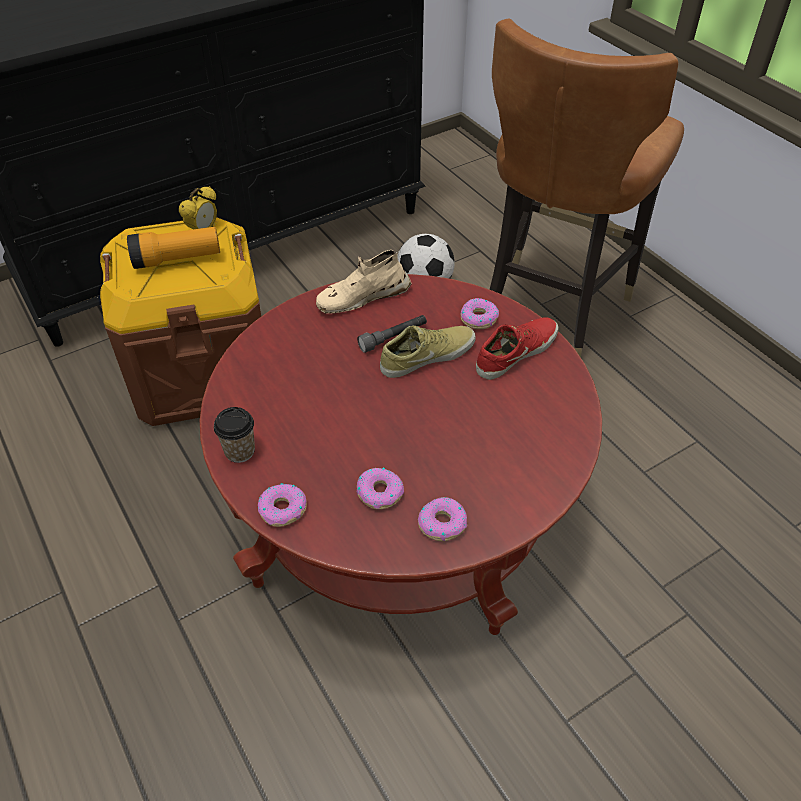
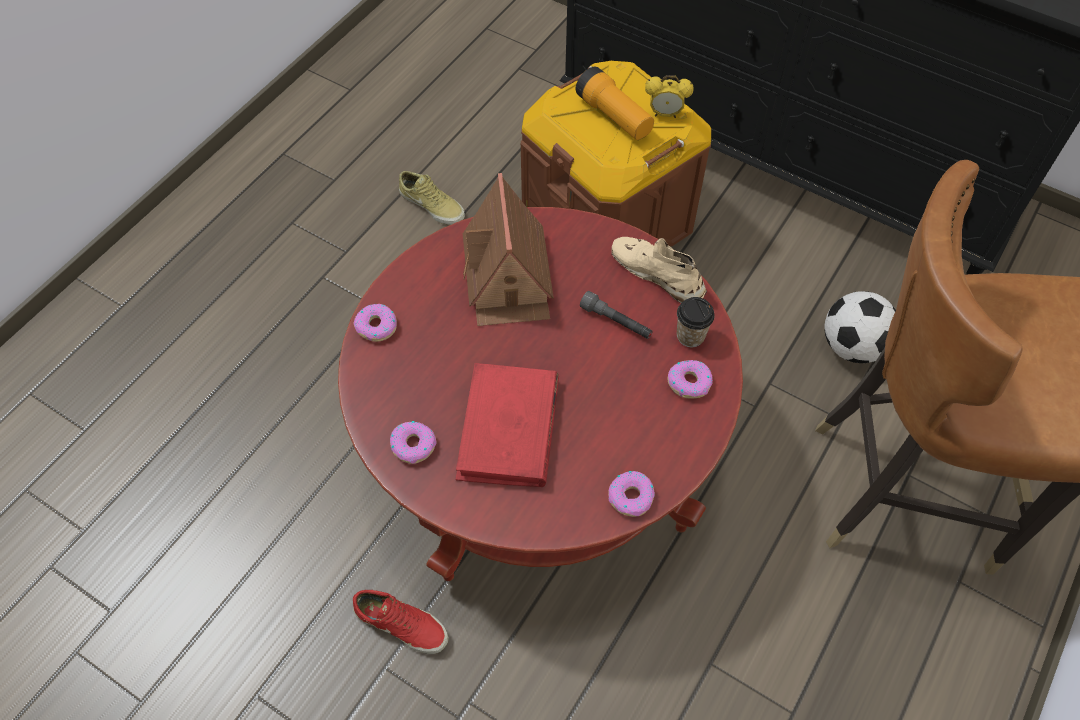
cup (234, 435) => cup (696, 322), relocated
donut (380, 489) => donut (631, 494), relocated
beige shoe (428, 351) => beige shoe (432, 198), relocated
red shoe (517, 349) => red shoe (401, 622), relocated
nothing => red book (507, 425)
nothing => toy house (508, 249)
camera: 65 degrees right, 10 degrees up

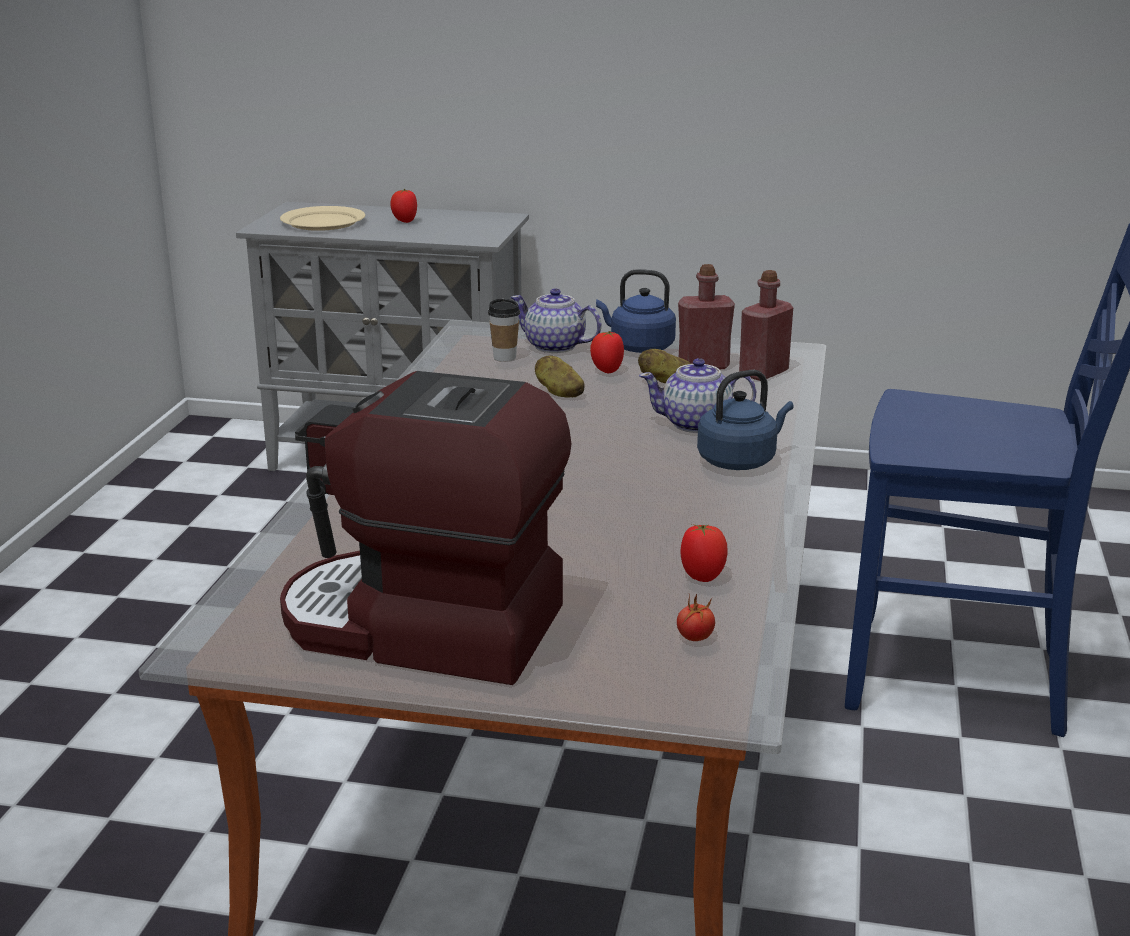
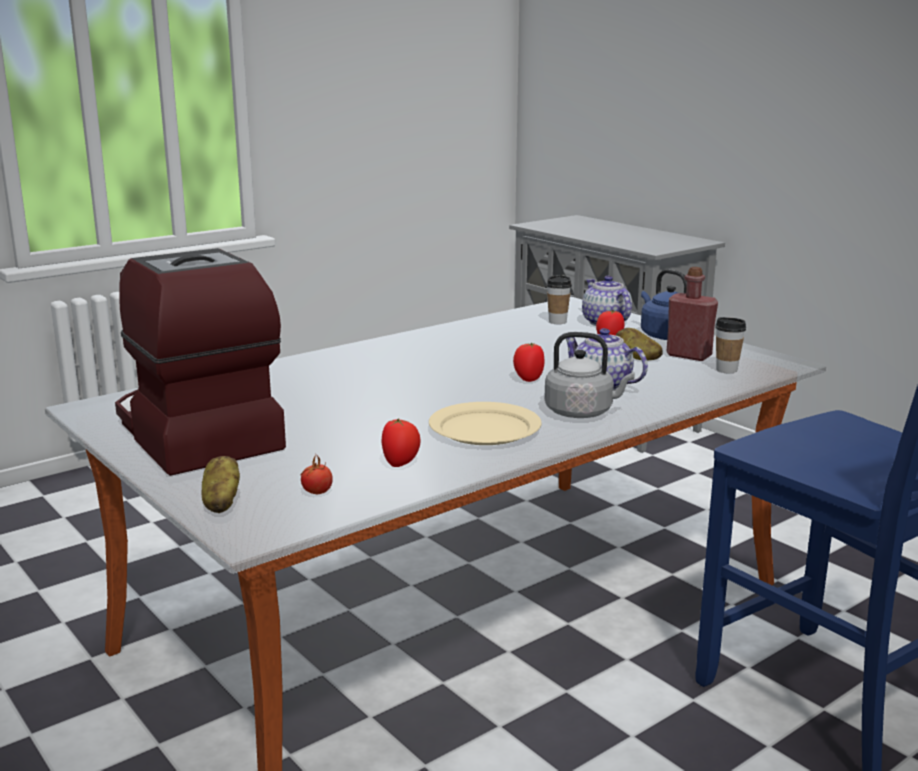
beige plate (322, 218) => beige plate (485, 423), relocated
tomato (403, 206) => tomato (528, 362), relocated
potato (560, 376) => potato (220, 484), relocated
blue kettle (745, 420) => grey kettle (589, 375)
red bottle (766, 325) => cup (730, 345)
camera: 40 degrees right, 5 degrees down

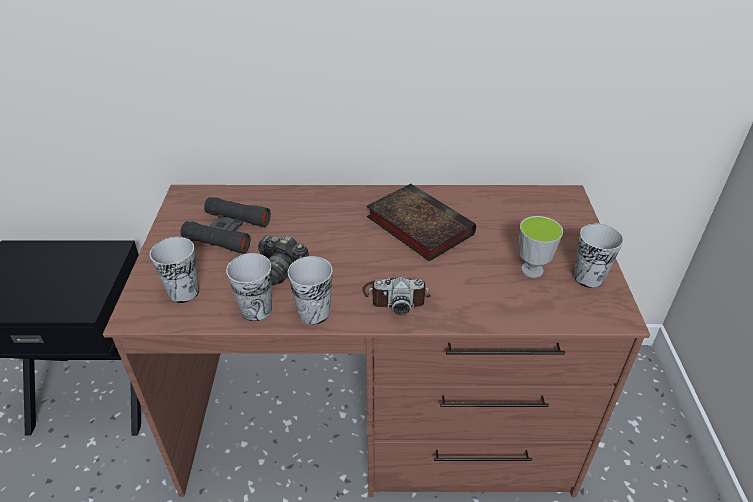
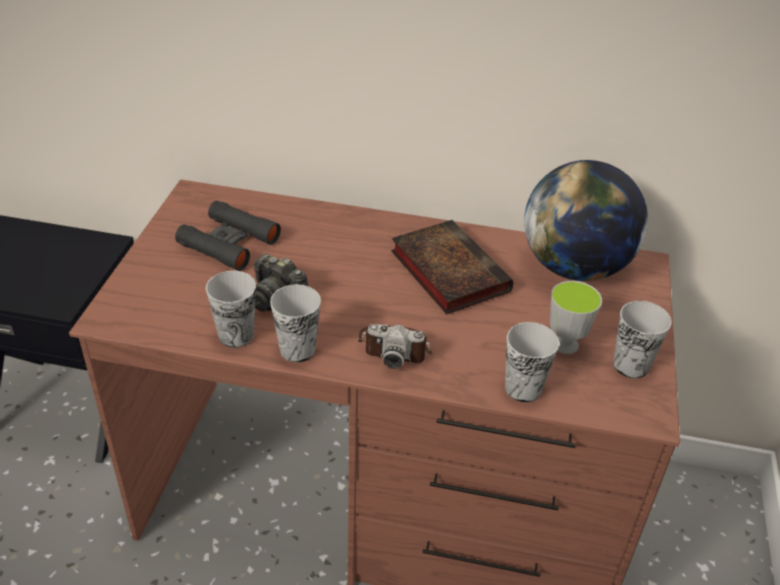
cup (174, 270) => cup (532, 362), relocated
nothing => globe (586, 220)
camera: 10 degrees right, 0 degrees up

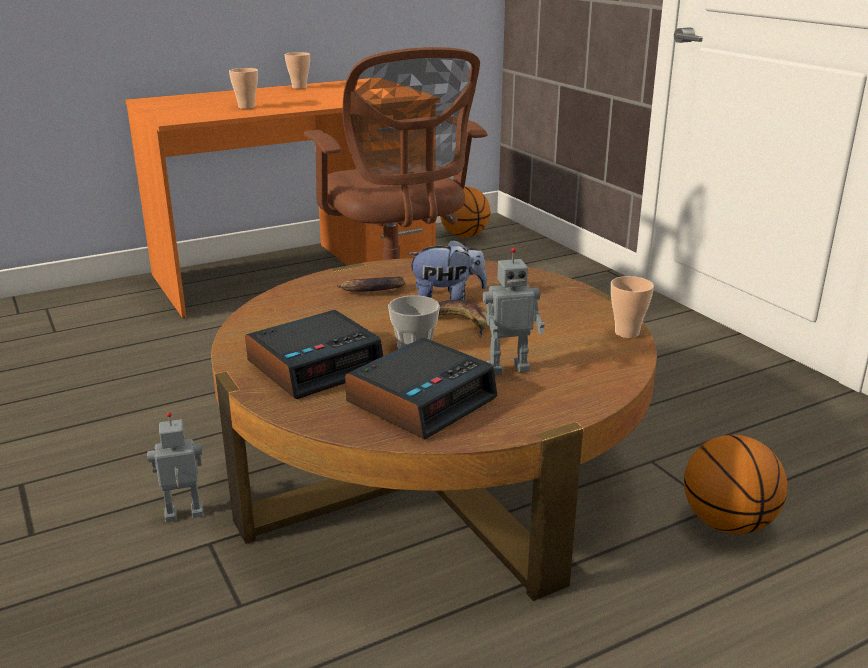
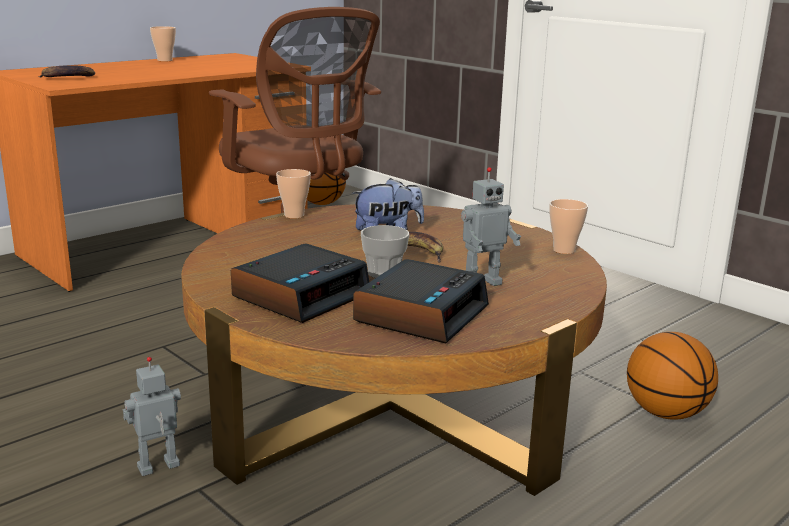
cup (243, 88) => cup (293, 194), relocated
banana (371, 284) => banana (66, 71), relocated
camera: 15 degrees left, 5 degrees down

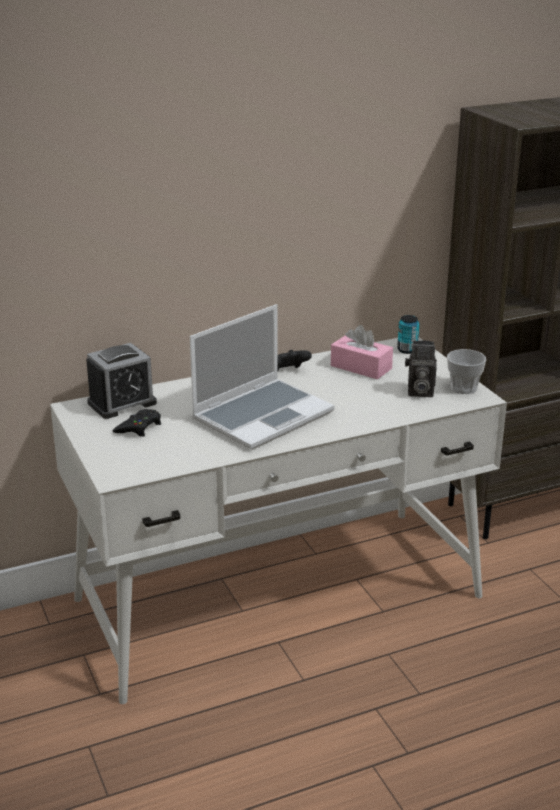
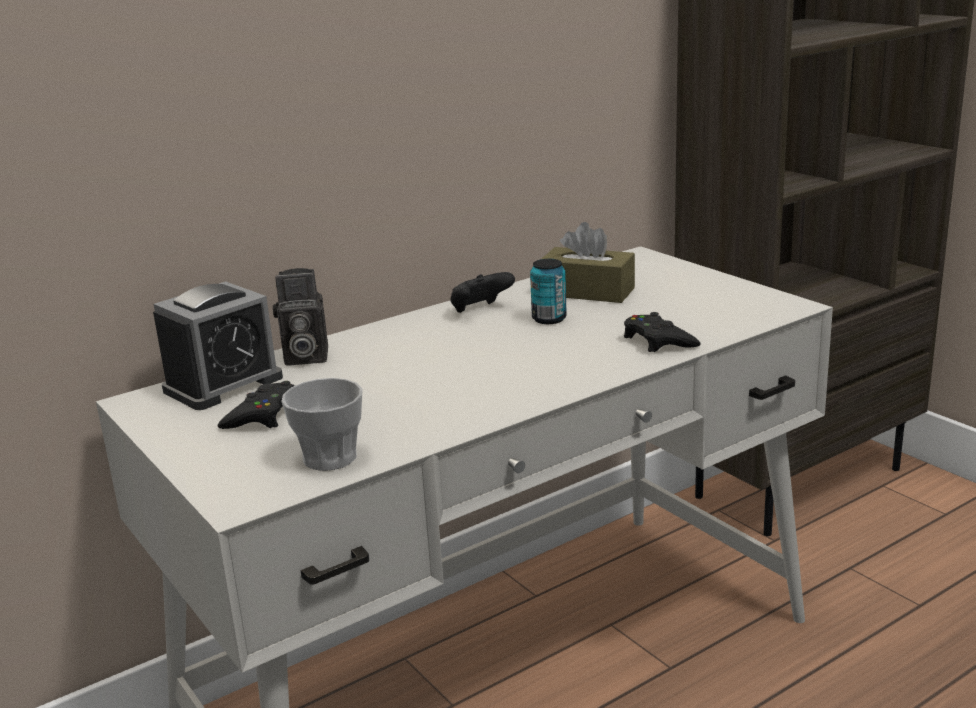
laptop (262, 377) => nothing
pink tissue box (362, 352) => brown tissue box (588, 262)
can (408, 334) => can (548, 291), relocated
photo camera (421, 368) => photo camera (300, 316), relocated
cup (466, 371) => cup (322, 424), relocated
nothing => black game controller (662, 332)
camera: 10 degrees left, 5 degrees down

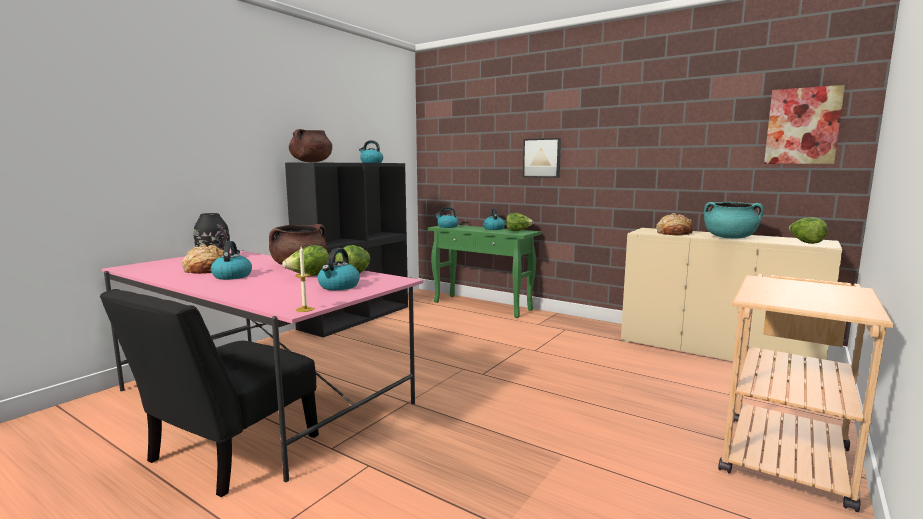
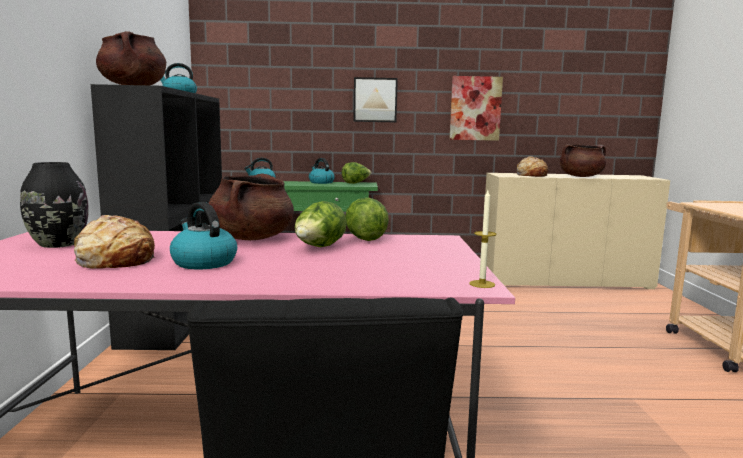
kettle (339, 269) => nothing
turquoise cooking pot (734, 220) => brown cooking pot (583, 160)
picture (804, 124) => picture (476, 108), relocated
lettuce (808, 230) => nothing
camera: 35 degrees left, 0 degrees up

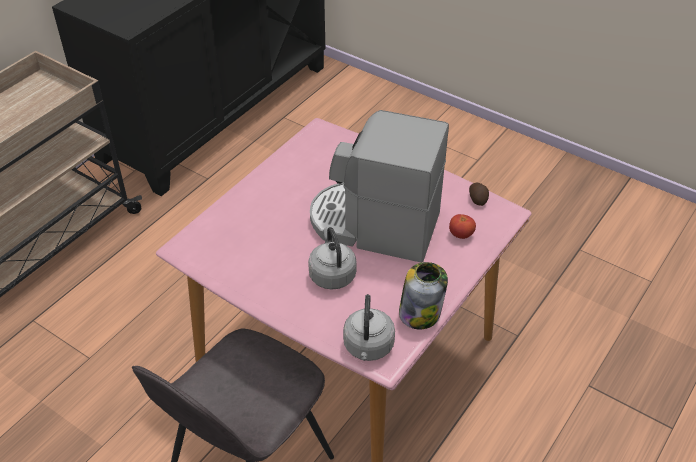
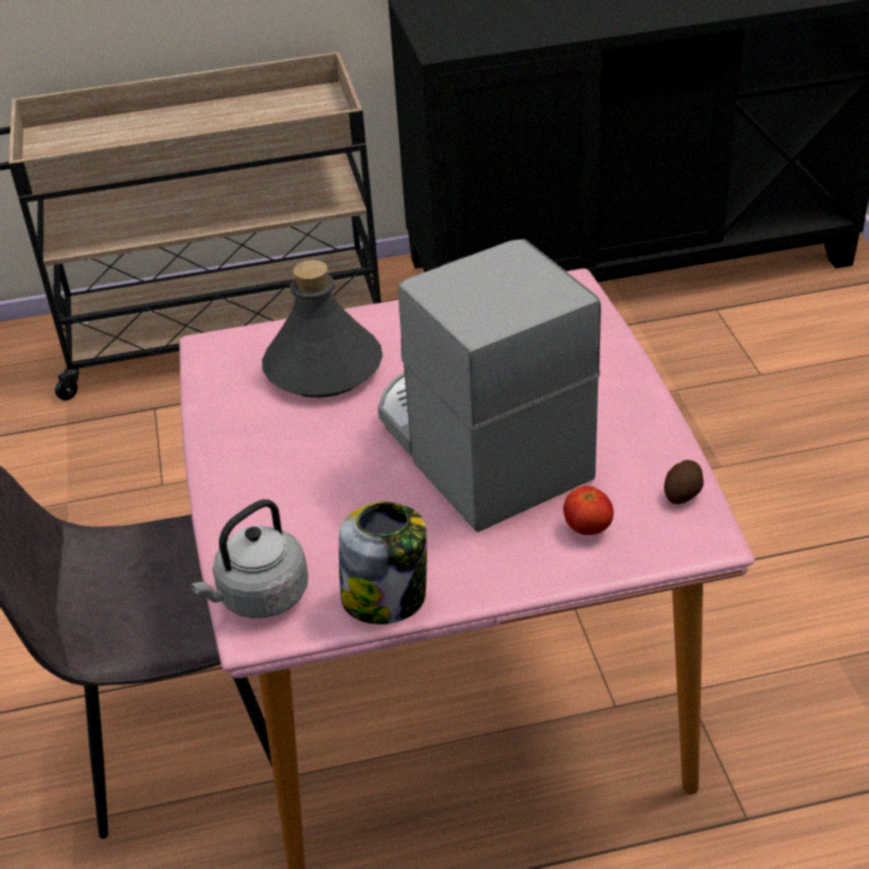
grey kettle (332, 258) => nothing
nothing => grey bottle (322, 329)
camera: 45 degrees right, 5 degrees down

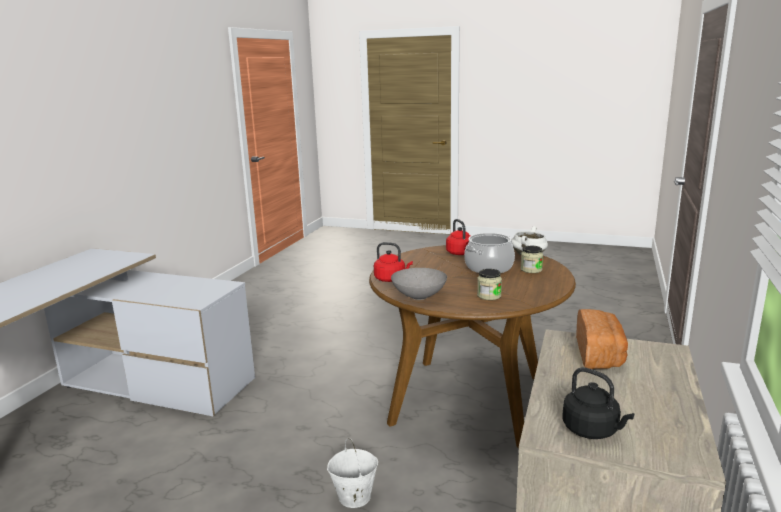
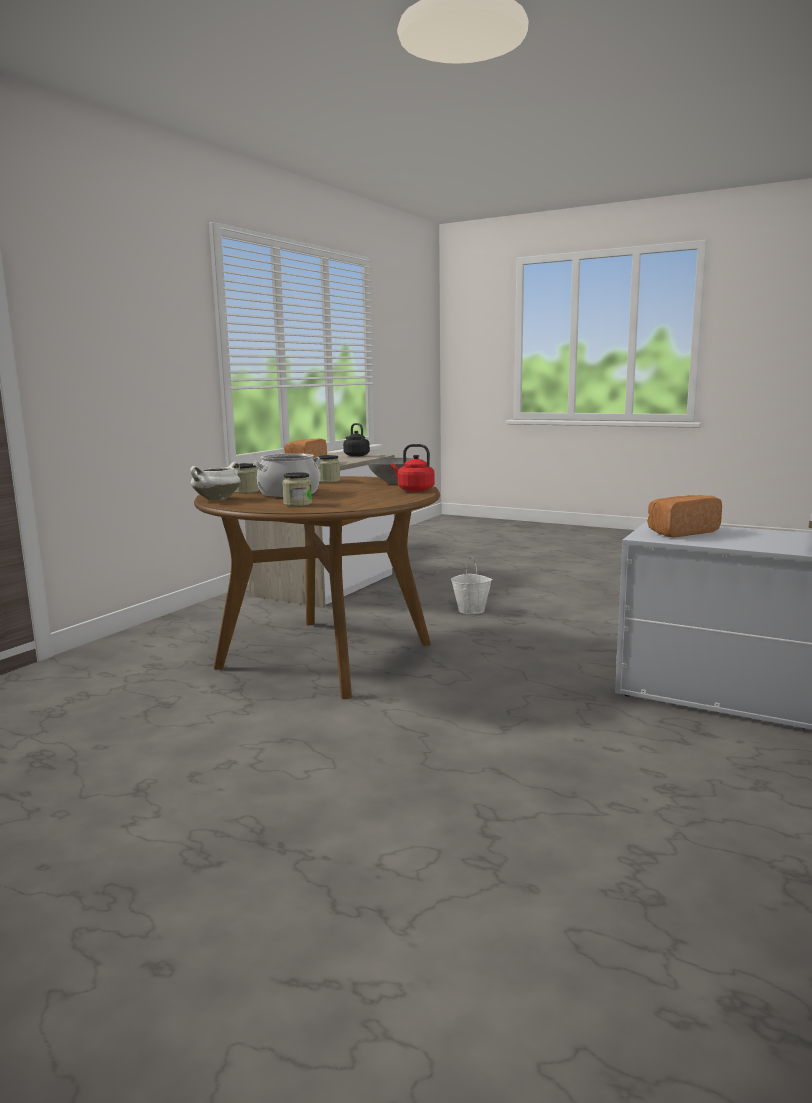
red kettle (458, 237) => jar (297, 489)
nothing => bread (684, 516)
camera: 170 degrees left, 5 degrees down

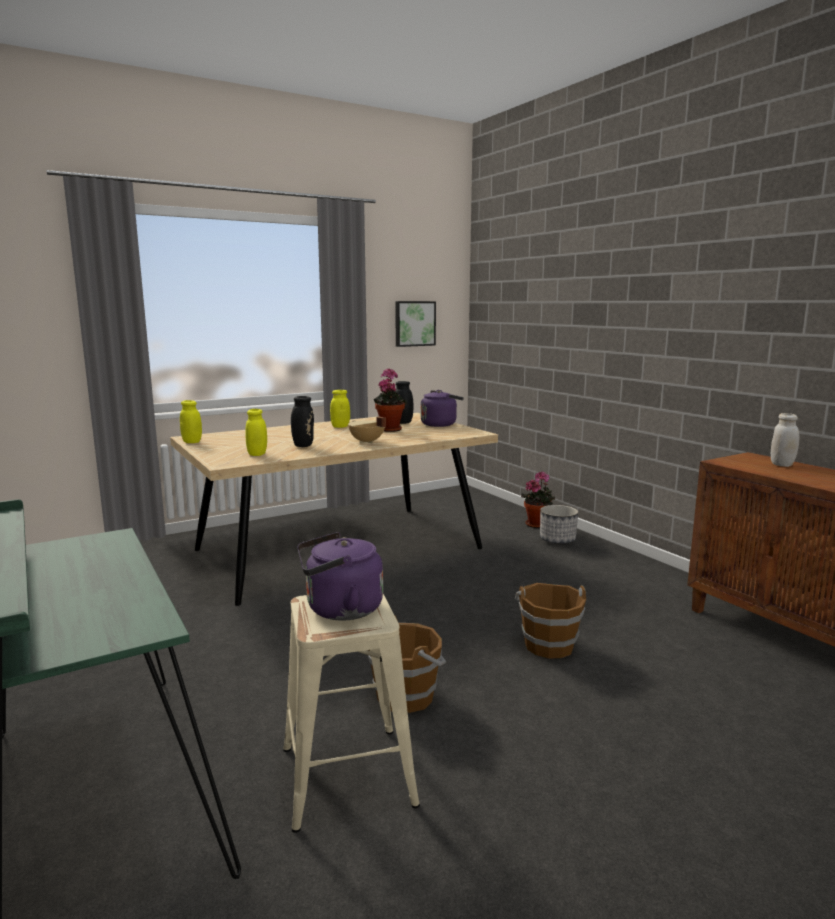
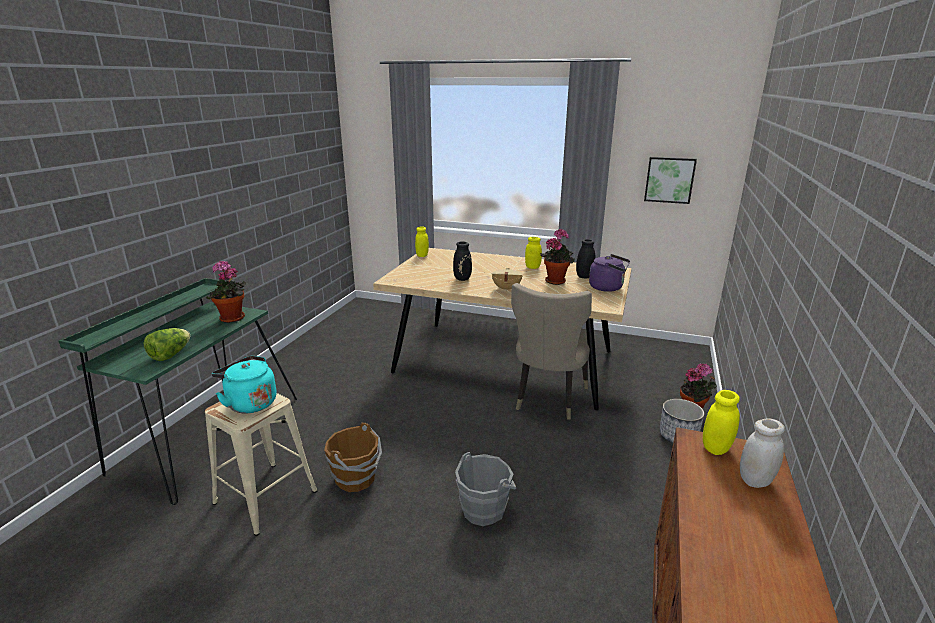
yellow jar (256, 432) => yellow jar (721, 422), relocated
purple kettle (340, 576) => turquoise kettle (244, 384)
brown bucket (550, 620) => grey bucket (485, 489)
nothing => lettuce (166, 344)
nothing => potted plant (226, 292)
nothing => beige chair (551, 351)
camera: 50 degrees right, 10 degrees up

